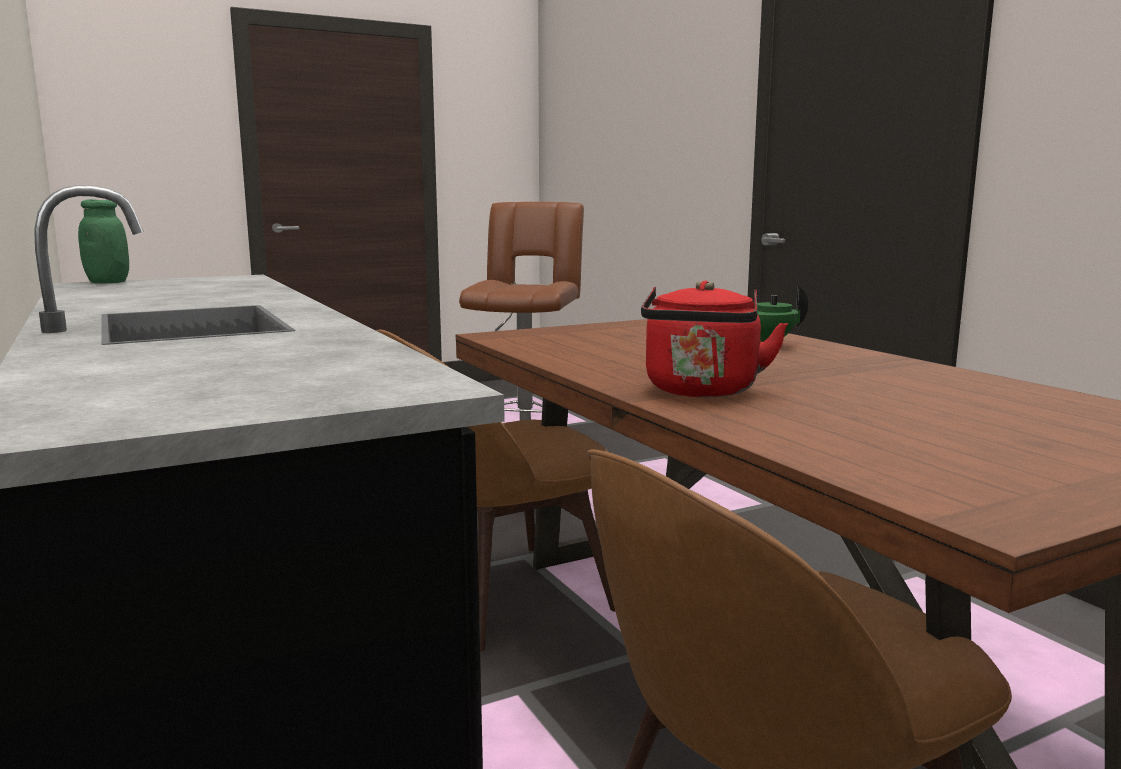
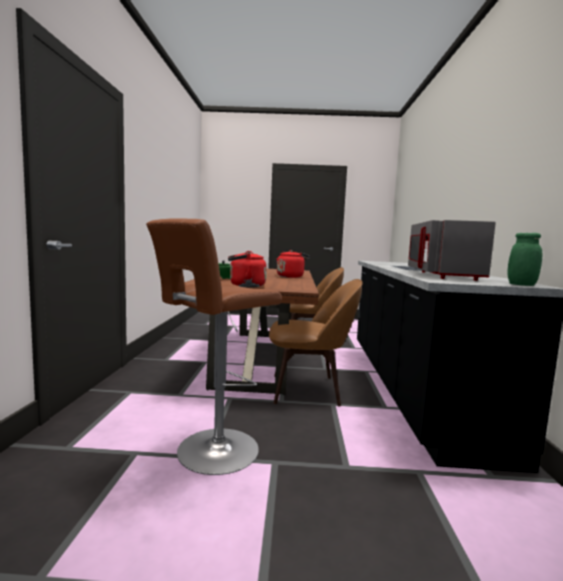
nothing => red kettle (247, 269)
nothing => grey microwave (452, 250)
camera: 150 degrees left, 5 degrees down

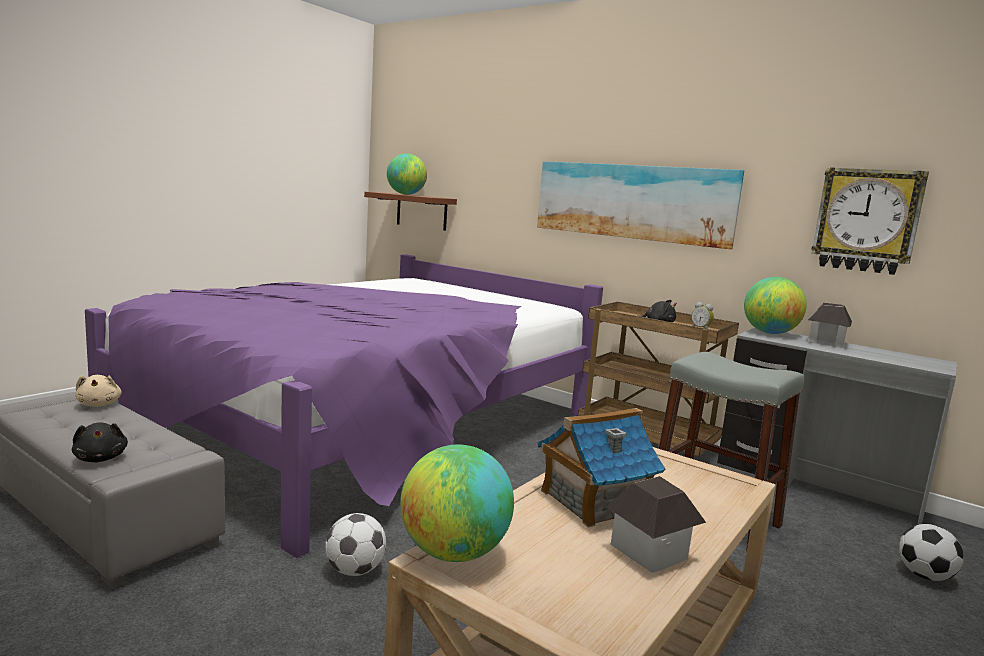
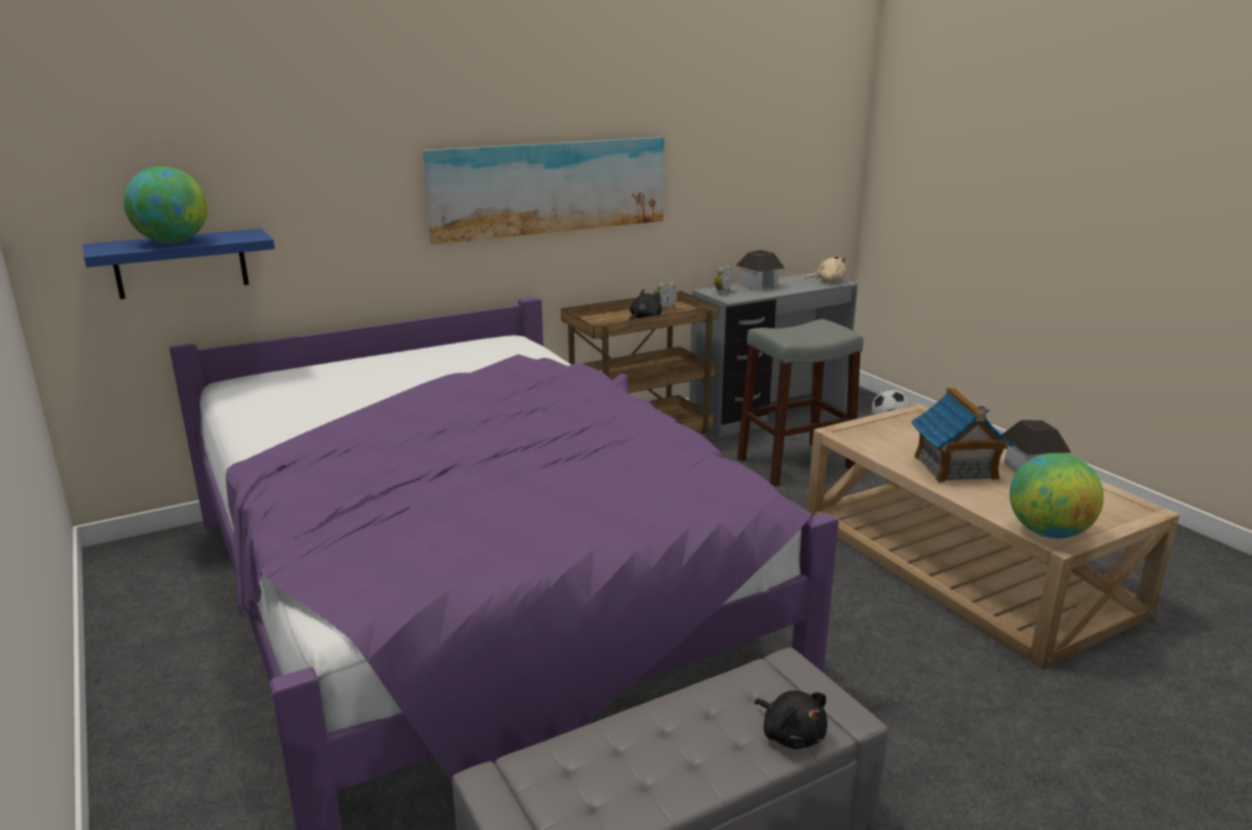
black plush toy (100, 442) => black plush toy (791, 720), 60 degrees clockwise
beige plush toy (99, 391) => beige plush toy (825, 268), relocated
football (355, 544) => nothing
brown shelf (410, 211) => blue shelf (179, 263)
globe (775, 305) => alarm clock (723, 279)
wall clock (870, 221) => nothing
camera: 65 degrees left, 10 degrees up

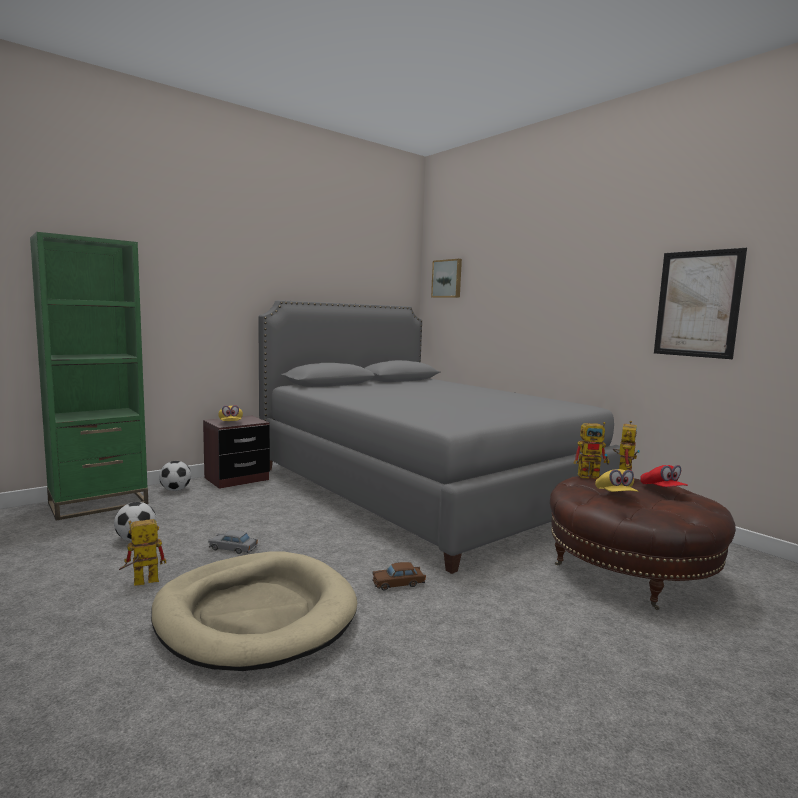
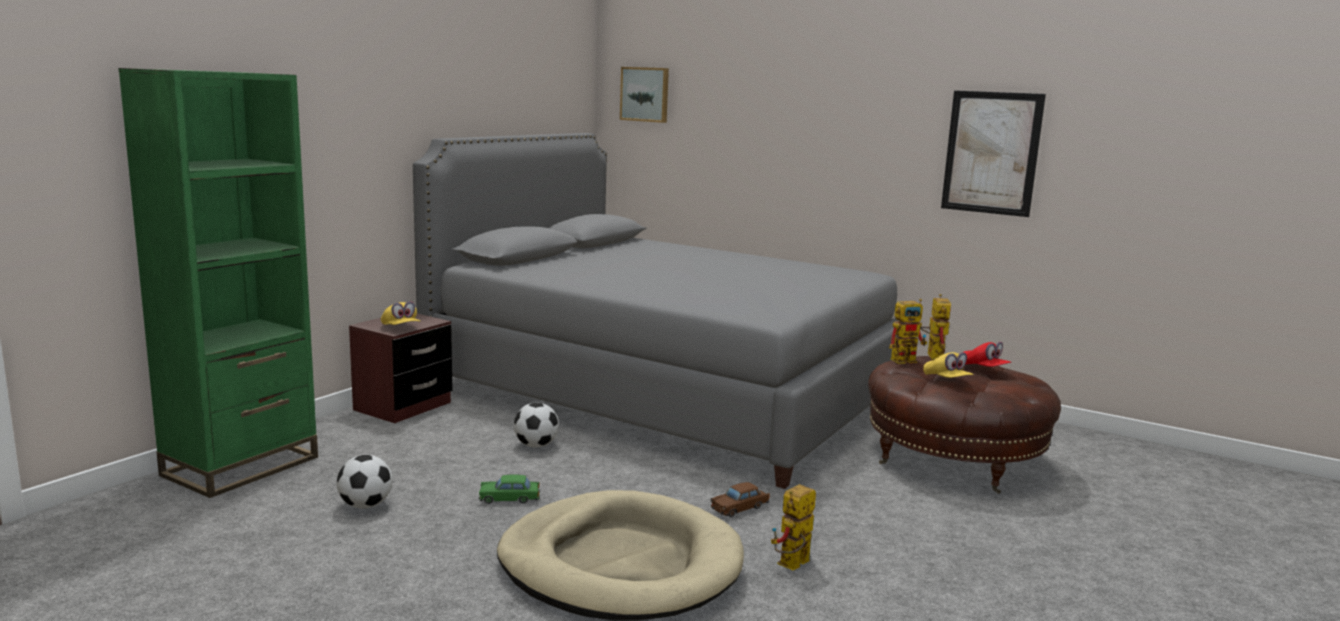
toy robot (142, 552) => toy robot (793, 527), relocated
football (175, 476) => football (536, 425), relocated
grey toy car (233, 542) => green toy car (509, 489)
camera: 20 degrees left, 5 degrees up

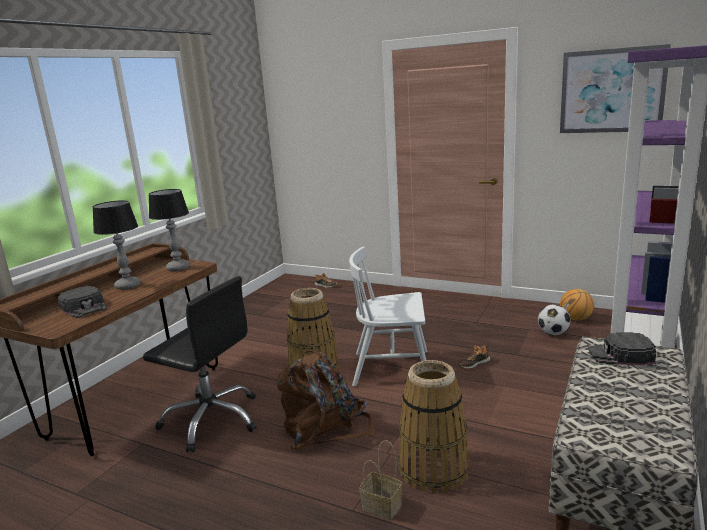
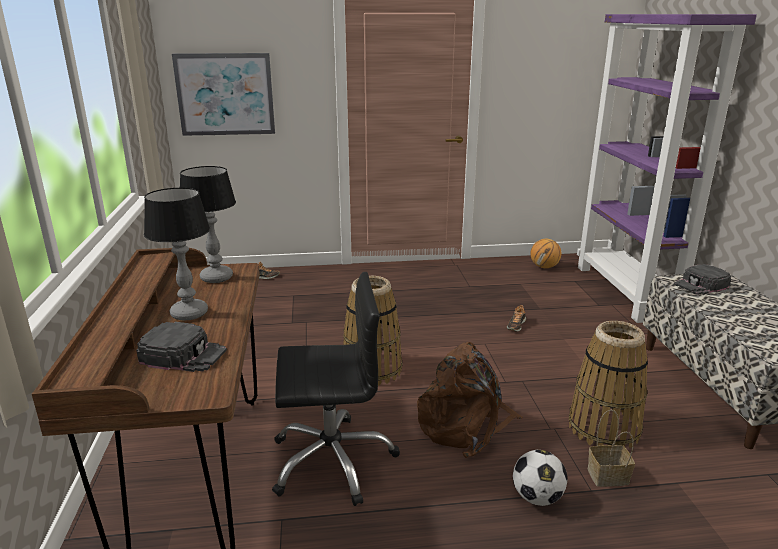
white chair (388, 316) => nothing
football (554, 319) => football (540, 478), relocated
picture (615, 88) => picture (223, 94), relocated
camera: 35 degrees left, 5 degrees up

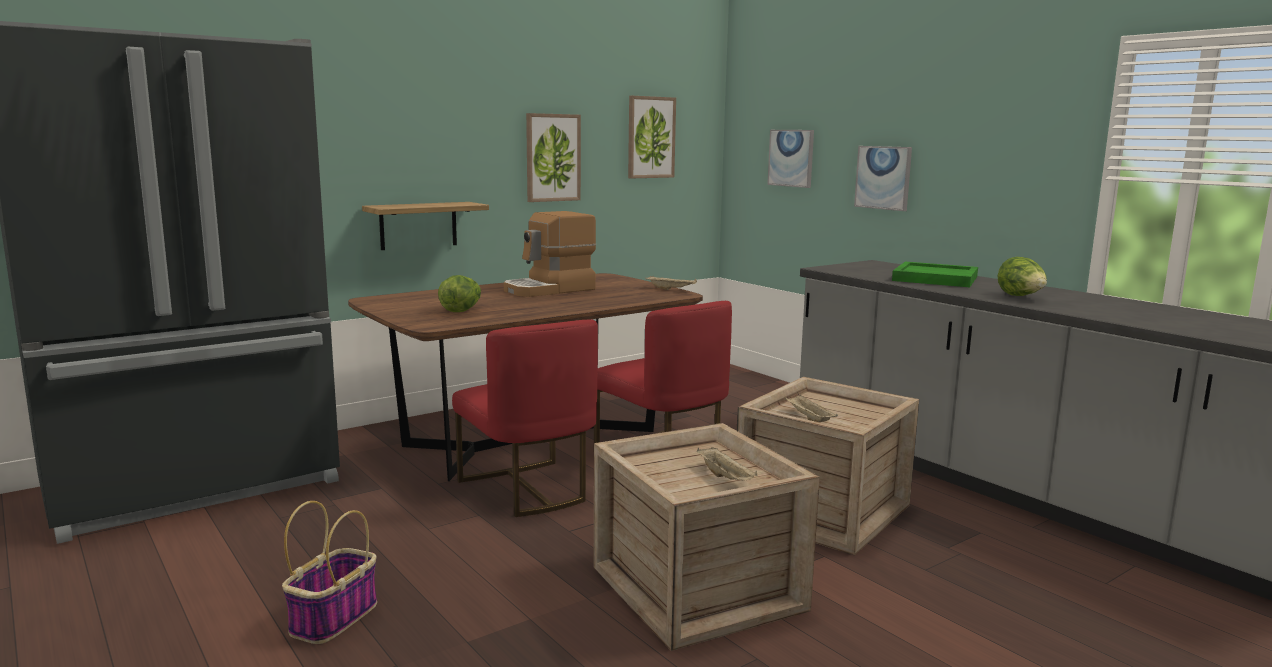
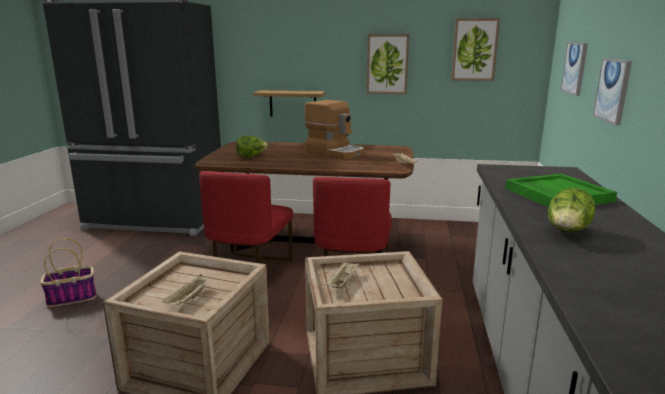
coffee machine (550, 254) => coffee machine (334, 129), 150 degrees counterclockwise
camera: 45 degrees right, 5 degrees up

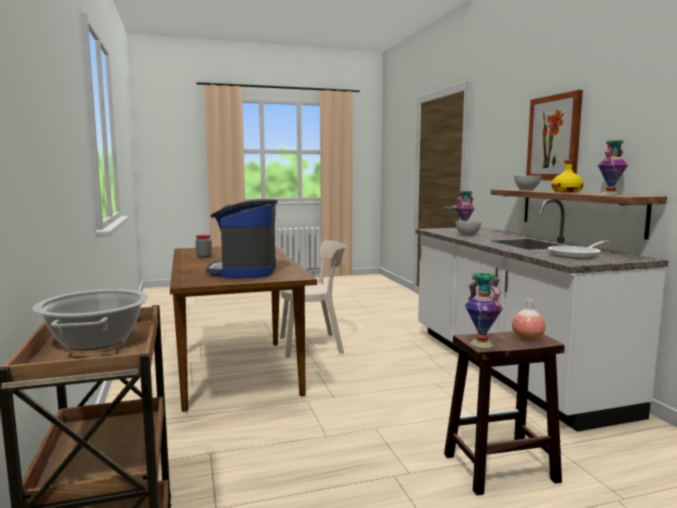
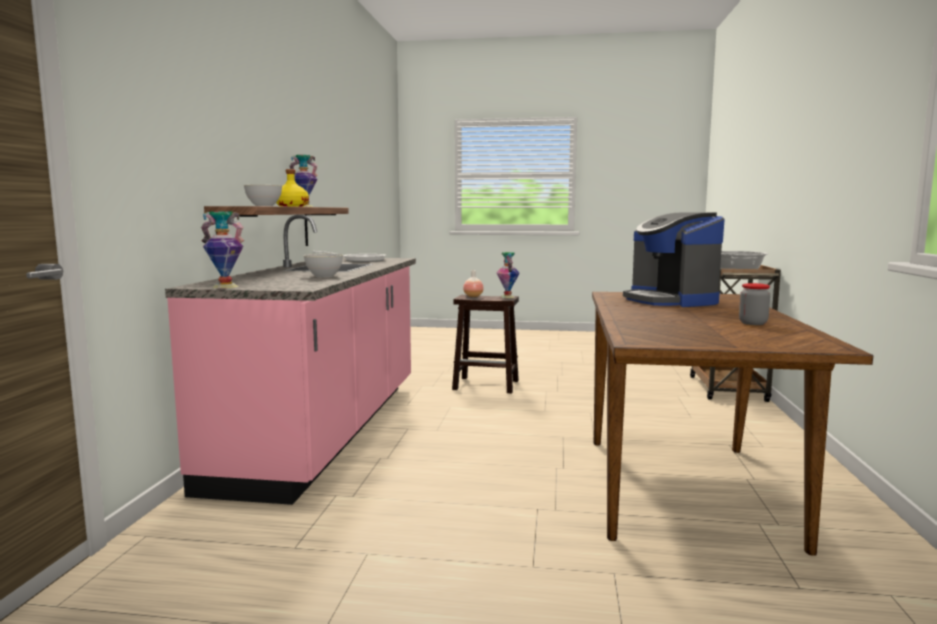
coffee machine (242, 238) => coffee machine (673, 260), 135 degrees clockwise
beige chair (313, 299) => nothing
white counter (541, 315) => pink counter (290, 360)
picture (554, 135) => nothing
camera: 155 degrees left, 0 degrees up

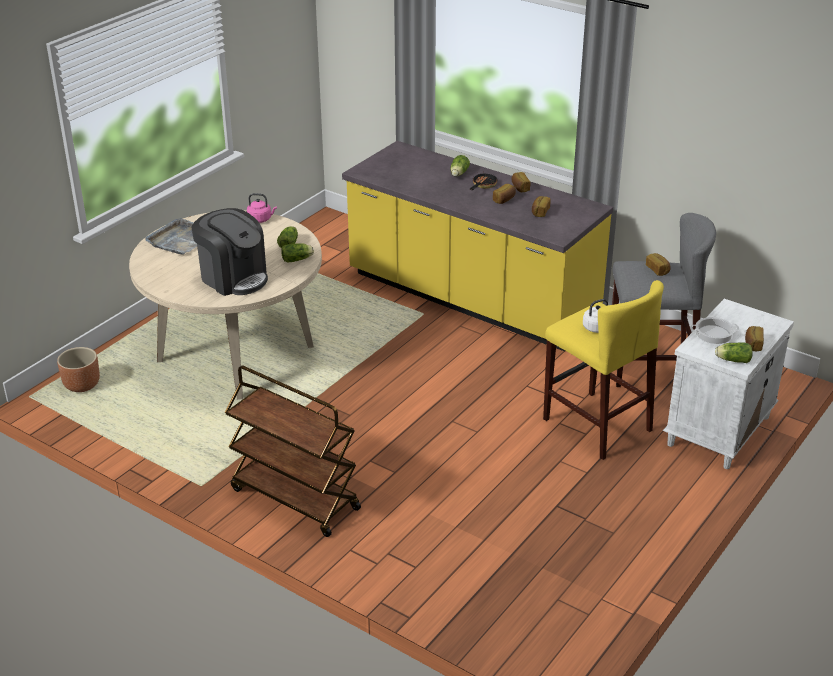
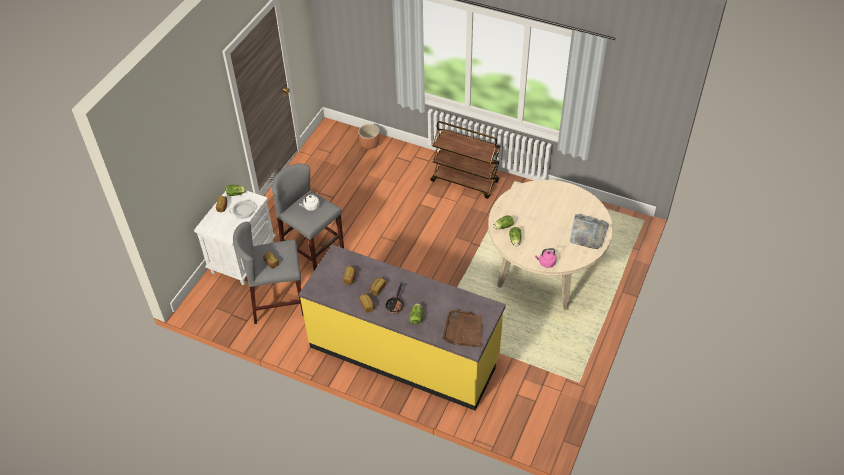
brown planter (78, 369) => brown planter (369, 136), relocated
coffee machine (229, 252) => nothing
yellow stool (603, 370) => grey stool (308, 217)
nothing => brown tray (462, 328)
camera: 170 degrees right, 15 degrees up

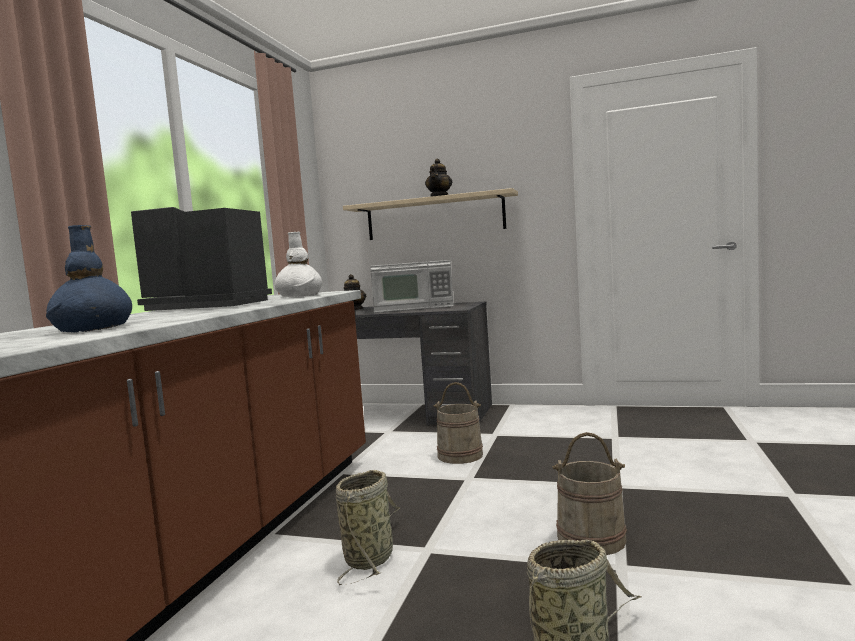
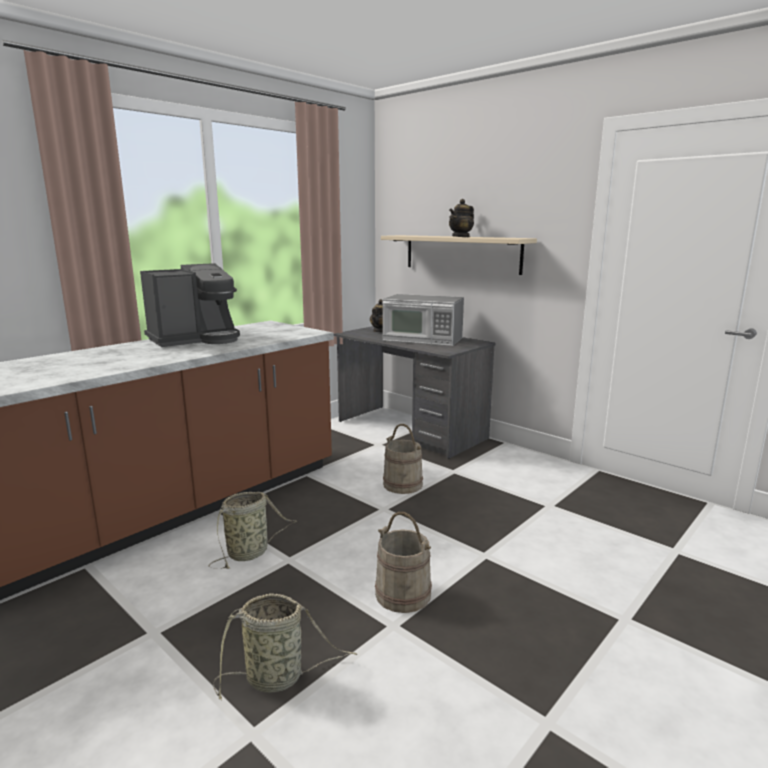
blue vase (89, 278) => nothing
coffee machine (201, 259) => coffee machine (190, 305), 105 degrees clockwise
white vase (298, 264) => nothing
camera: 25 degrees right, 10 degrees up

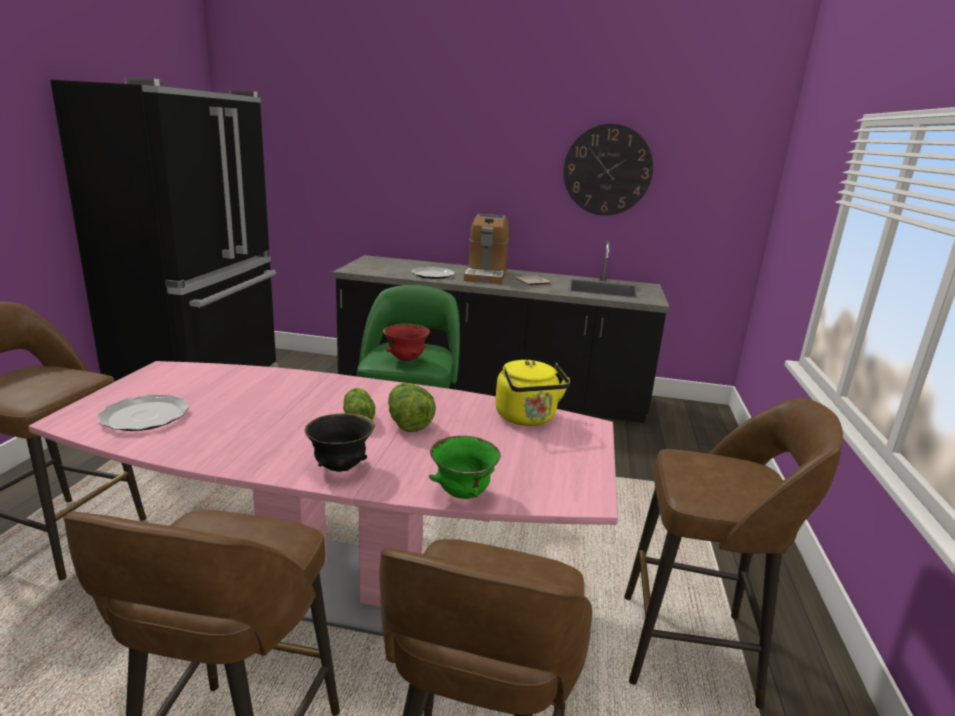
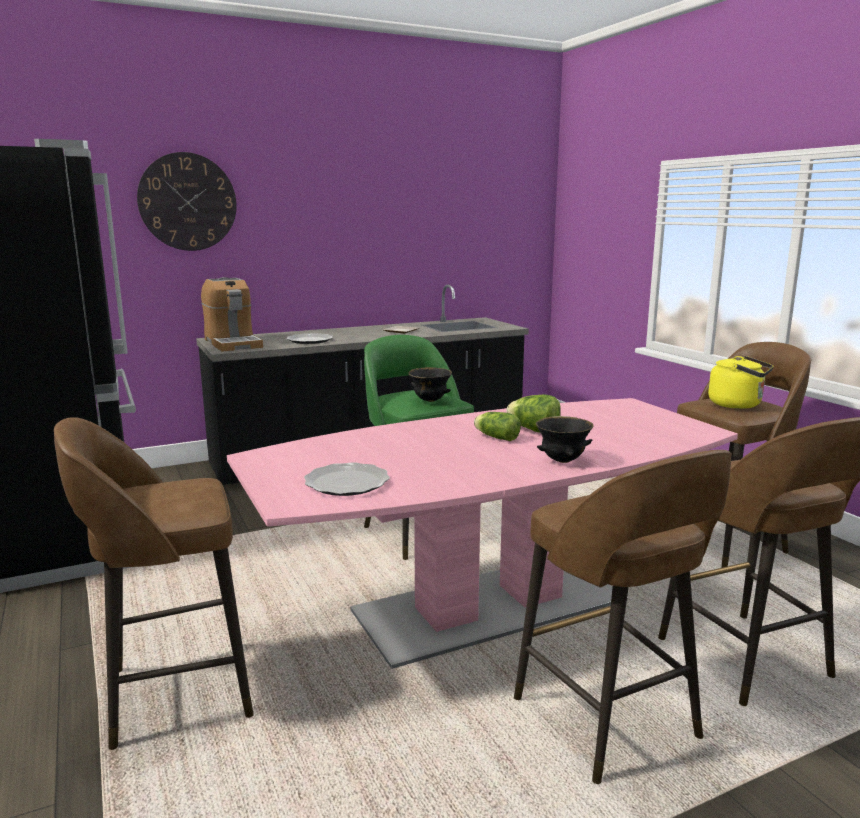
red bowl (406, 342) => black bowl (430, 384)
green bowl (465, 467) => nothing
coffee machine (486, 249) => coffee machine (232, 314), relocated
yellow kettle (532, 393) => yellow kettle (741, 382), relocated
wall clock (608, 170) => wall clock (187, 201), relocated
camera: 35 degrees left, 5 degrees down

